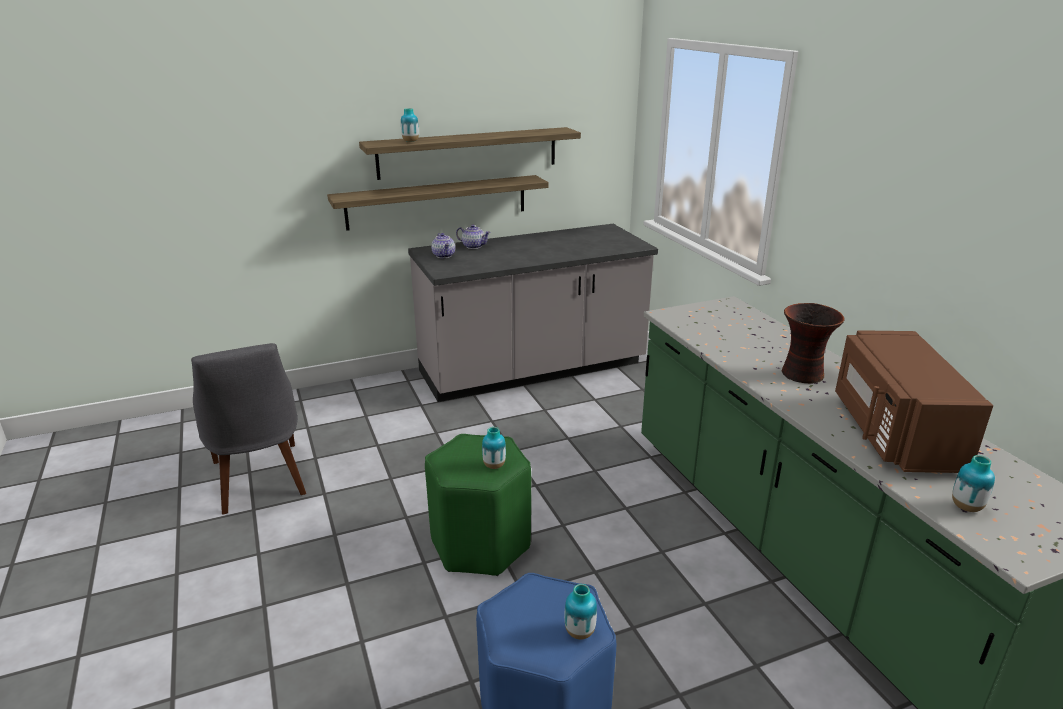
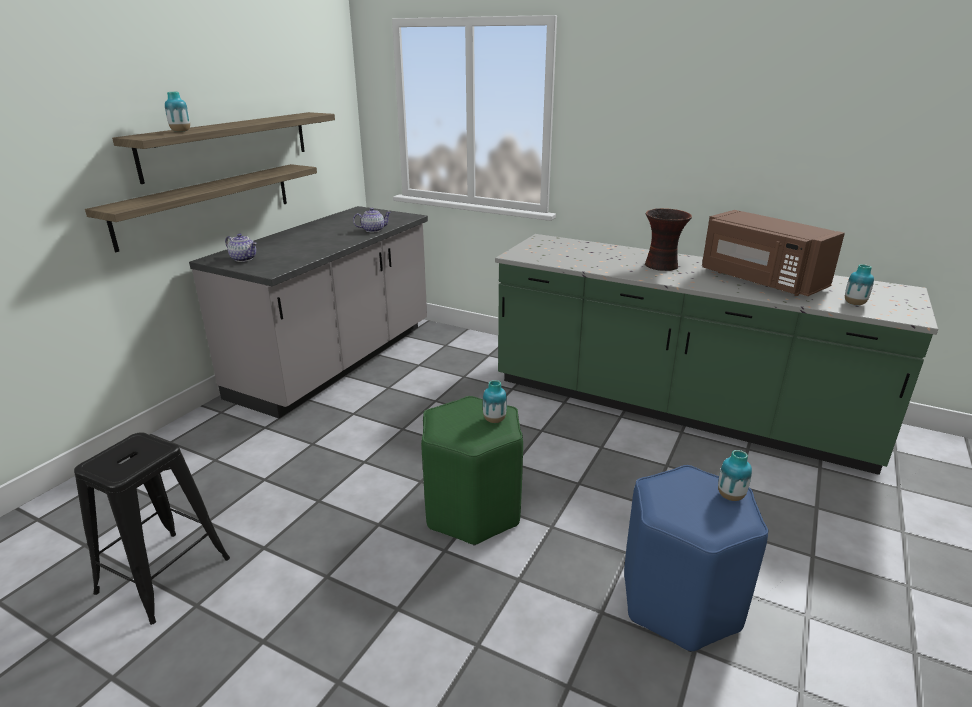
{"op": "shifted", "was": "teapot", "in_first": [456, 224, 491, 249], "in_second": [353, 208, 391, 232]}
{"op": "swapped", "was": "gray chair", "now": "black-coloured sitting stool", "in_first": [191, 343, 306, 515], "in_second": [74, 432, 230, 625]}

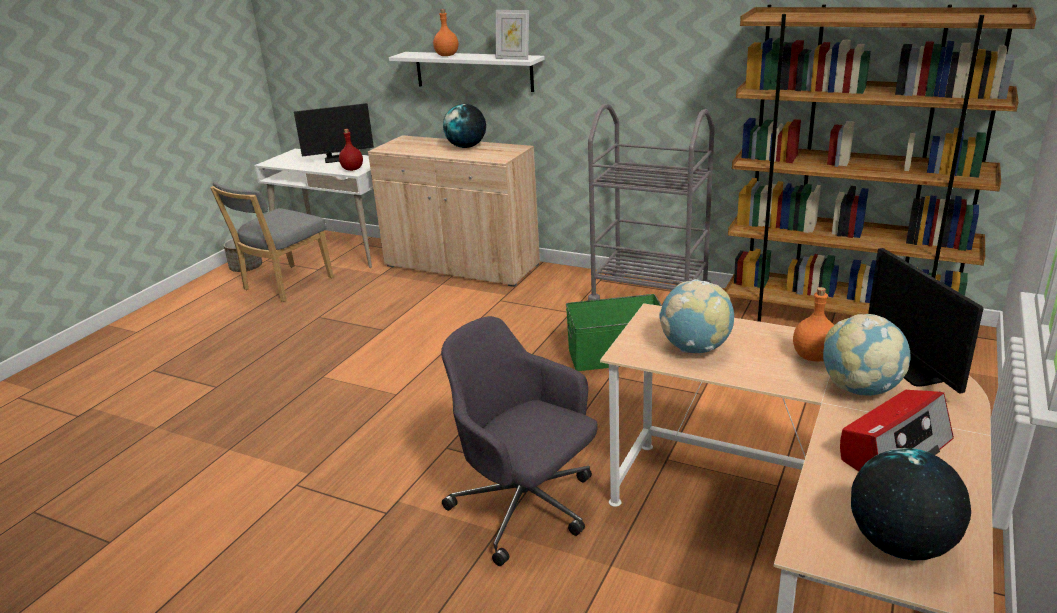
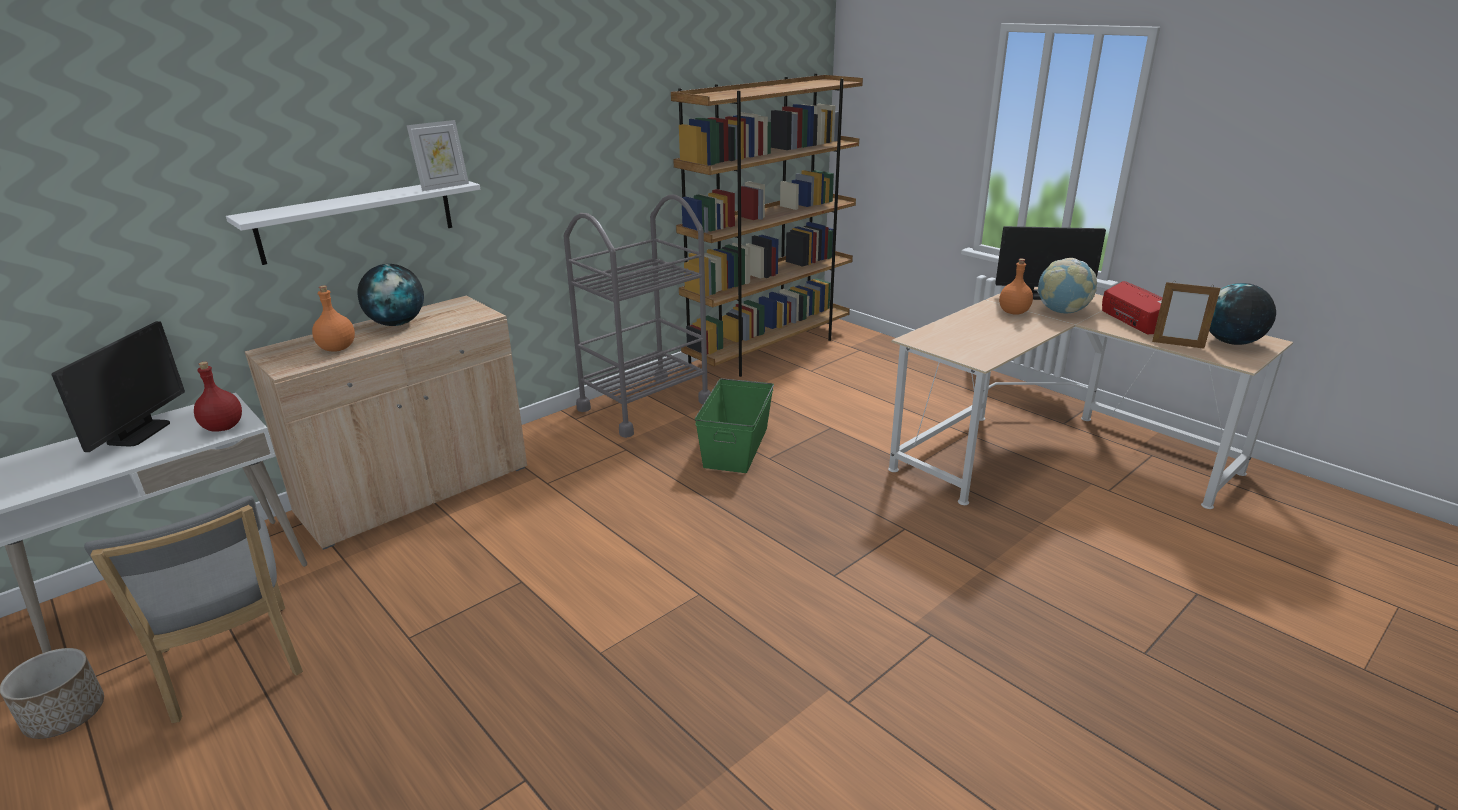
{"op": "gone", "was": "gray office chair", "in_first": [441, 316, 598, 566]}
{"op": "gone", "was": "world globe", "in_first": [659, 279, 734, 353]}
{"op": "new", "now": "picture frame", "in_second": [1152, 281, 1221, 349]}
{"op": "shifted", "was": "orange bottle", "in_first": [433, 9, 458, 56], "in_second": [312, 286, 355, 352]}

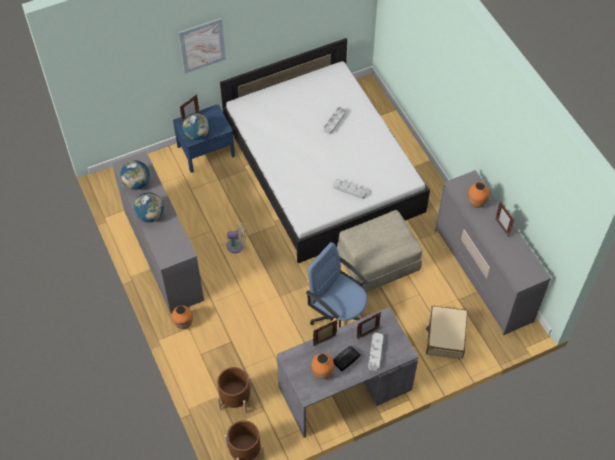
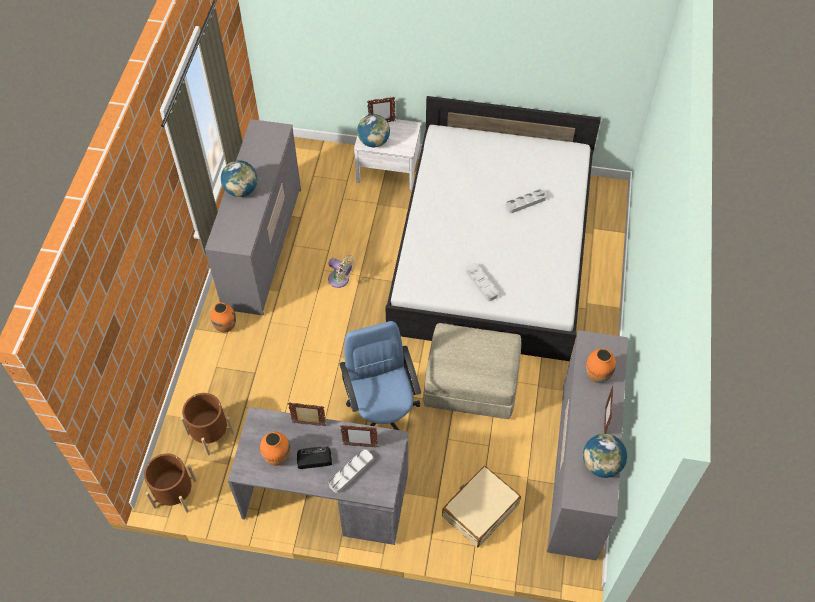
{"op": "gone", "was": "picture", "in_first": [178, 18, 226, 73]}
{"op": "shifted", "was": "world globe", "in_first": [120, 160, 150, 190], "in_second": [583, 434, 627, 478]}
{"op": "repainted", "was": "blue night table", "now": "white-coloured night table", "in_first": [173, 104, 235, 173], "in_second": [354, 115, 421, 190]}

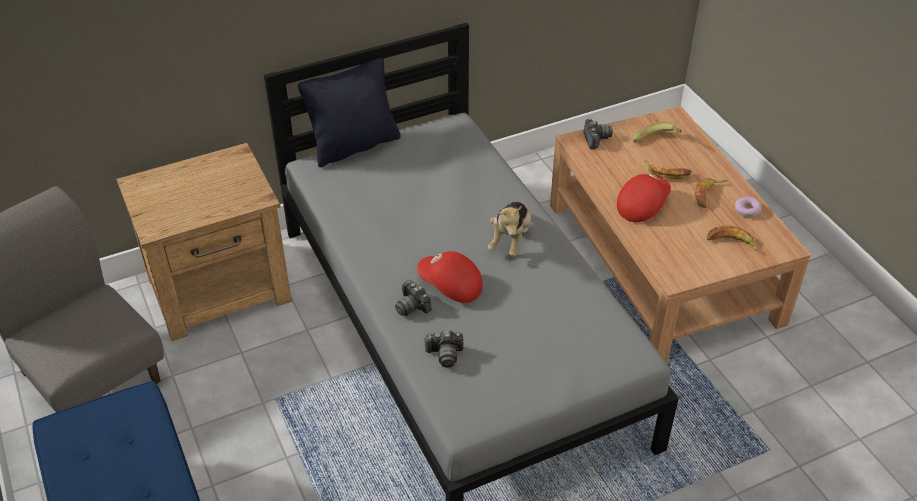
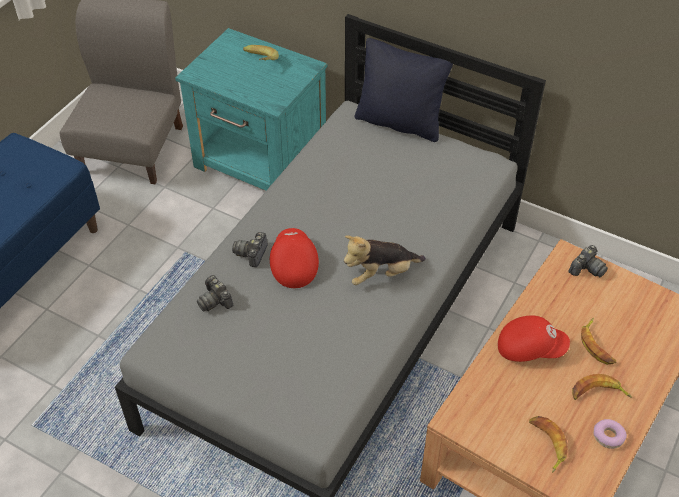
{"op": "shifted", "was": "banana fruit", "in_first": [633, 122, 682, 143], "in_second": [243, 45, 279, 61]}
{"op": "repainted", "was": "brown-coloured night table", "now": "turquoise night table", "in_first": [116, 143, 292, 341], "in_second": [175, 28, 328, 191]}

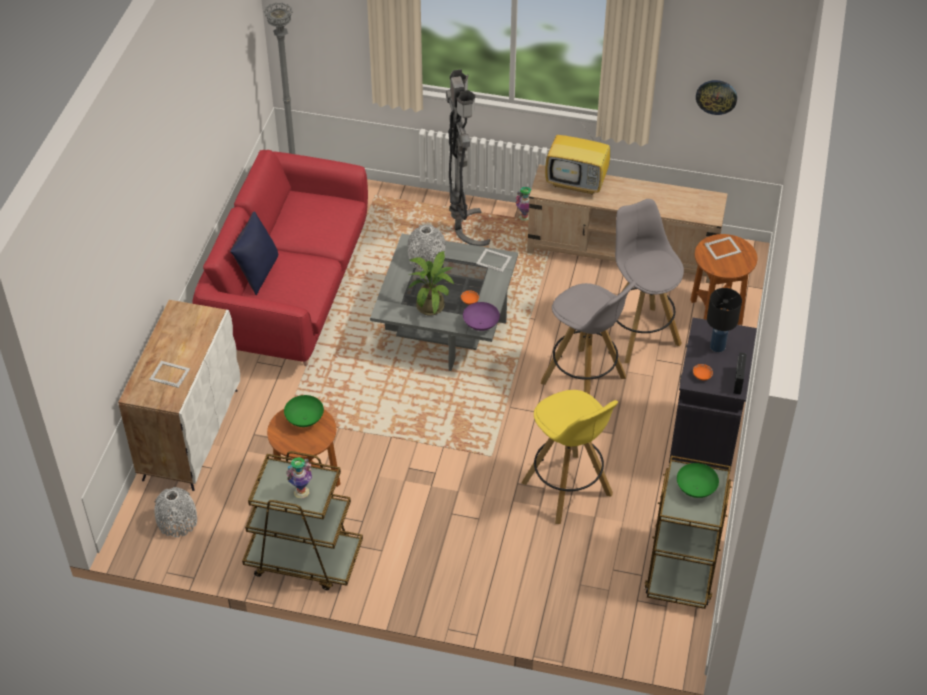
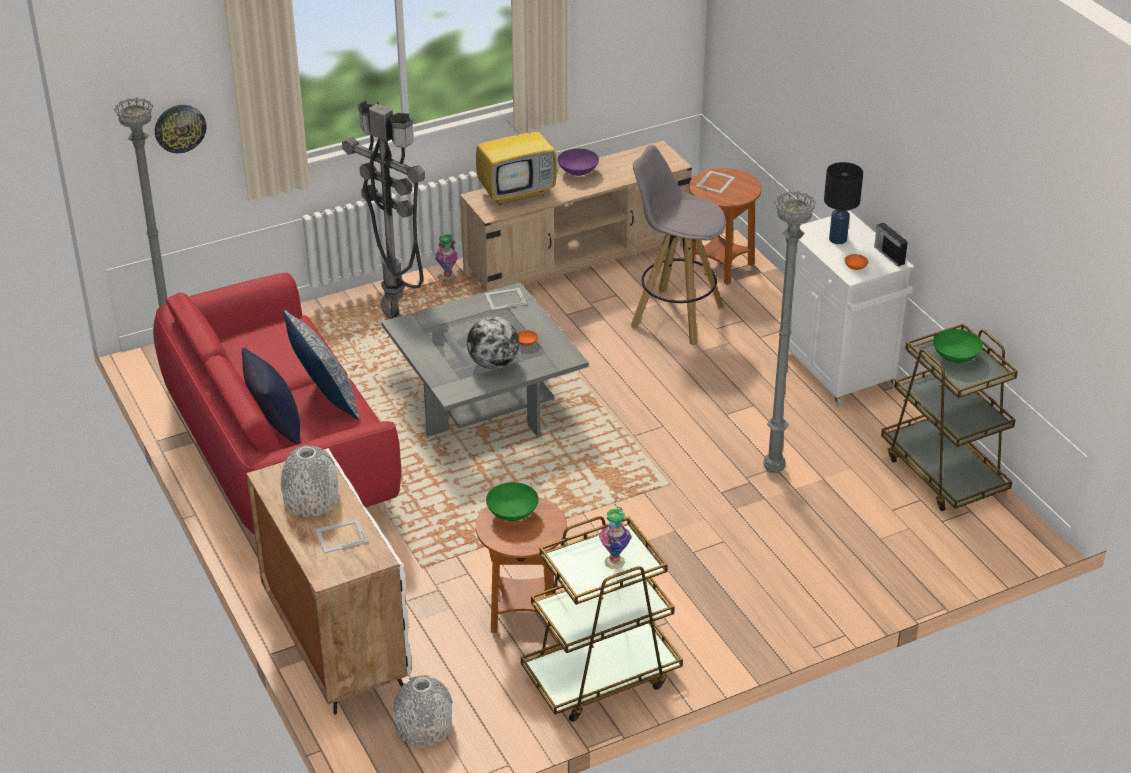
{"op": "gone", "was": "gray sitting stool", "in_first": [541, 281, 636, 395]}
{"op": "new", "now": "pillow", "in_second": [283, 310, 359, 420]}
{"op": "shifted", "was": "gray vase", "in_first": [407, 225, 446, 271], "in_second": [281, 445, 338, 517]}
{"op": "shifted", "was": "purple-coloured deep dish", "in_first": [463, 302, 500, 331], "in_second": [558, 149, 599, 176]}
{"op": "shifted", "was": "clock on the wall", "in_first": [696, 80, 737, 115], "in_second": [155, 105, 206, 153]}
{"op": "swapped", "was": "houseplant", "now": "world globe", "in_first": [407, 251, 454, 316], "in_second": [467, 316, 520, 369]}
{"op": "swapped", "was": "yellowish sitting stool", "now": "gray standard lamp", "in_first": [522, 390, 618, 524], "in_second": [763, 191, 816, 473]}
{"op": "repainted", "was": "black-coloured cupboard", "now": "white-coloured cupboard", "in_first": [669, 318, 757, 470], "in_second": [789, 211, 914, 406]}

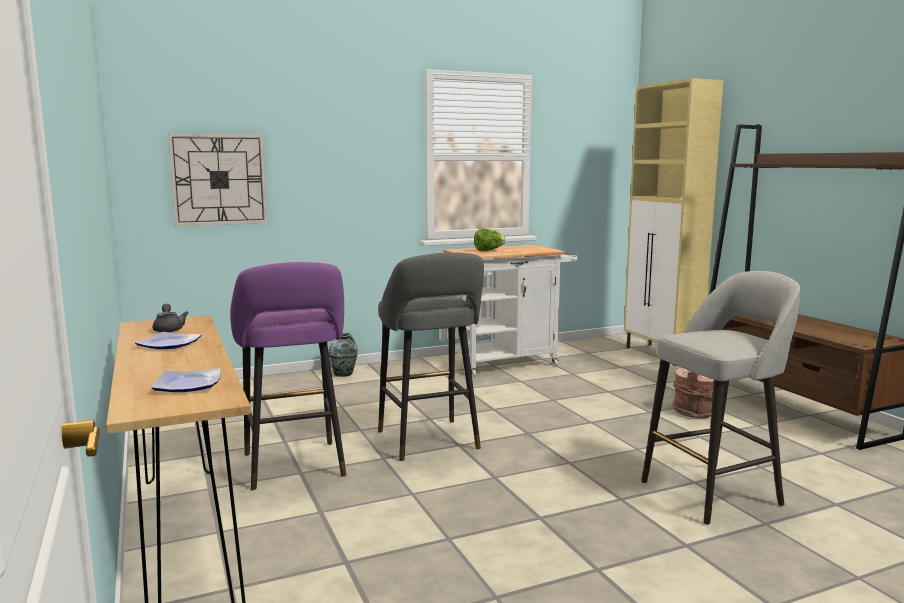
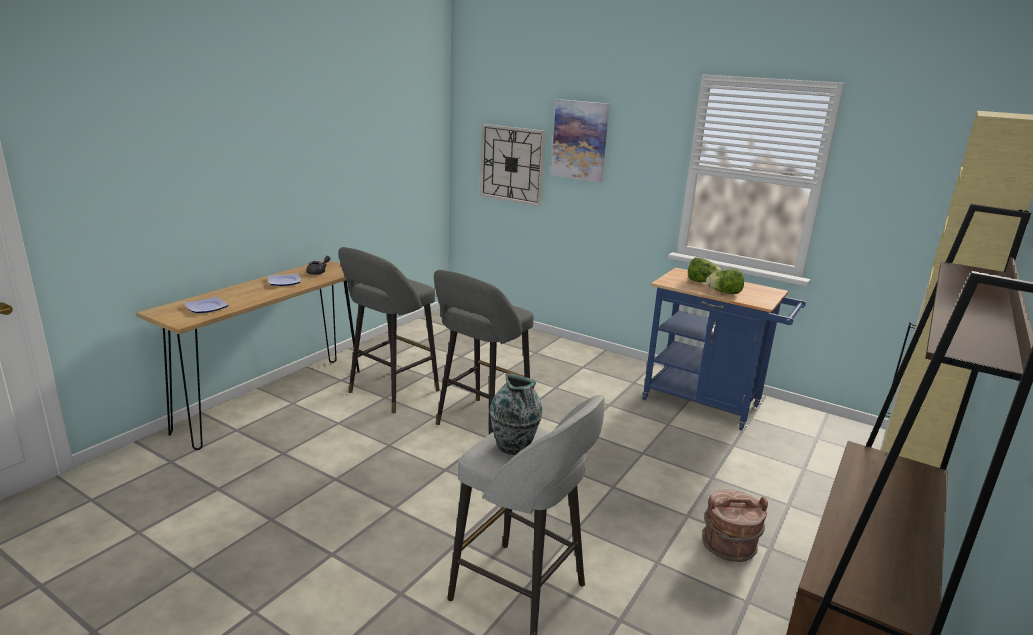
{"op": "new", "now": "picture", "in_second": [551, 99, 609, 183]}
{"op": "new", "now": "lettuce", "in_second": [706, 268, 744, 294]}
{"op": "shifted", "was": "vase", "in_first": [328, 333, 358, 377], "in_second": [489, 373, 543, 455]}
{"op": "repainted", "was": "purple-coloured sitting stool", "now": "gray sitting stool", "in_first": [230, 262, 346, 490], "in_second": [338, 247, 440, 413]}
{"op": "repainted", "was": "white-coloured cart", "now": "blue cart", "in_first": [443, 245, 577, 377], "in_second": [643, 268, 806, 430]}

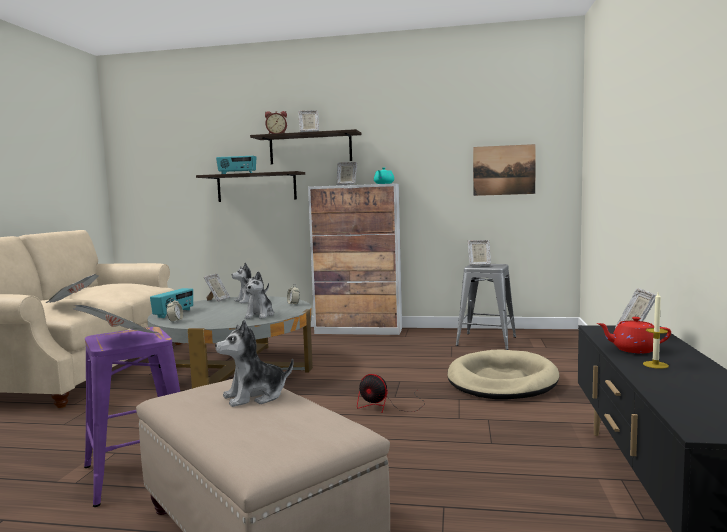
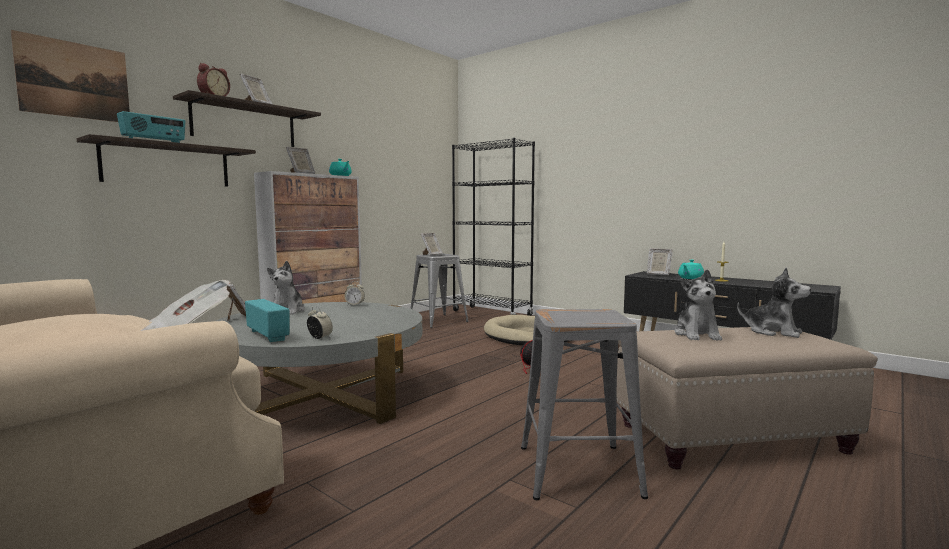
{"op": "gone", "was": "printed paper", "in_first": [73, 305, 159, 333]}
{"op": "new", "now": "black-coloured bookshelf", "in_second": [452, 138, 535, 316]}
{"op": "shifted", "was": "soft toy", "in_first": [242, 271, 274, 319], "in_second": [737, 267, 811, 338]}
{"op": "shifted", "was": "picture", "in_first": [473, 144, 536, 196], "in_second": [11, 30, 130, 122]}
{"op": "repainted", "was": "purple-coloured sitting stool", "now": "gray sitting stool", "in_first": [84, 327, 180, 507], "in_second": [521, 309, 648, 500]}
{"op": "repainted", "was": "red teapot", "now": "turquoise teapot", "in_first": [597, 317, 671, 353], "in_second": [678, 260, 704, 279]}

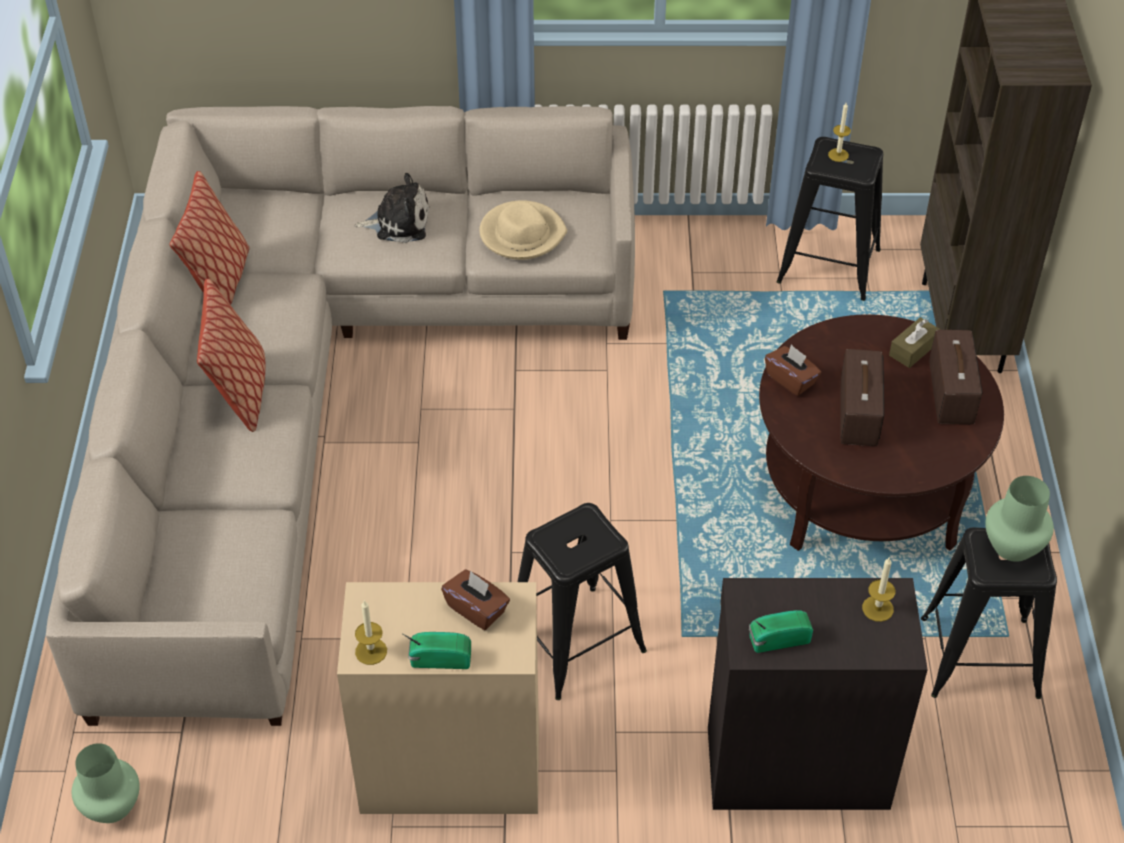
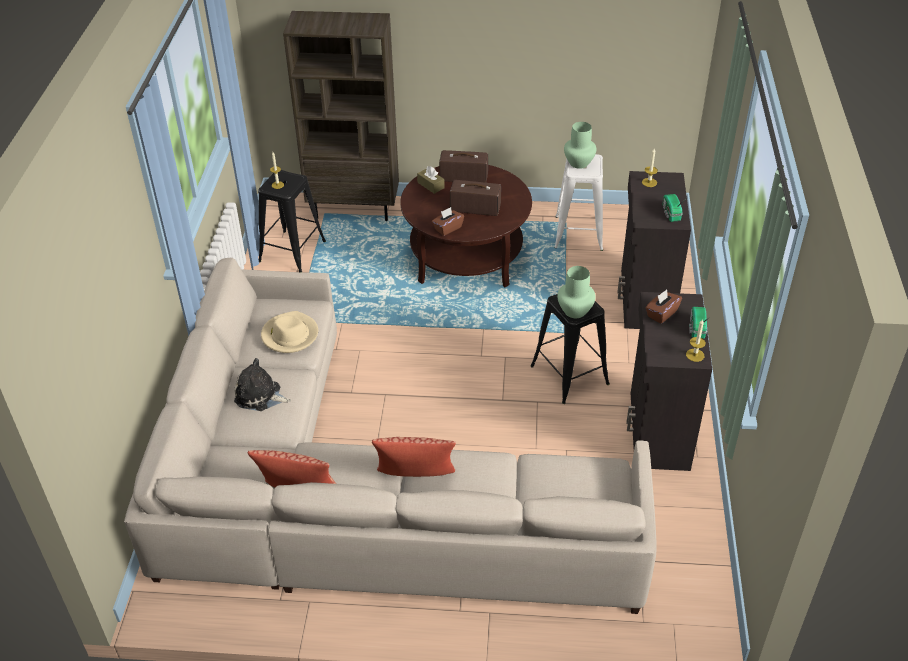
{"op": "shifted", "was": "green vase", "in_first": [72, 743, 140, 823], "in_second": [557, 266, 596, 318]}
{"op": "repainted", "was": "beige-coloured cupboard", "now": "black-coloured cupboard", "in_first": [337, 582, 539, 814], "in_second": [626, 292, 712, 471]}
{"op": "repainted", "was": "black-coloured sitting stool", "now": "white-coloured sitting stool", "in_first": [921, 527, 1057, 699], "in_second": [554, 154, 603, 251]}
{"op": "rotated", "was": "soft toy", "in_first": [355, 173, 429, 243], "in_second": [234, 358, 291, 411], "clockwise": -75}

